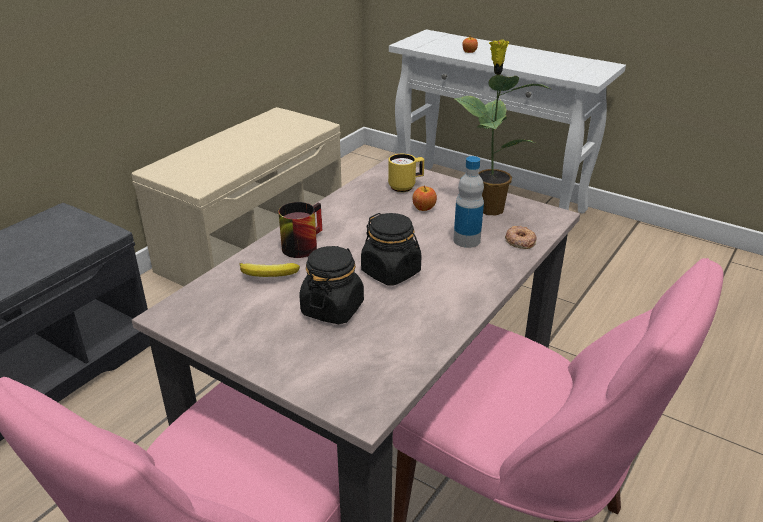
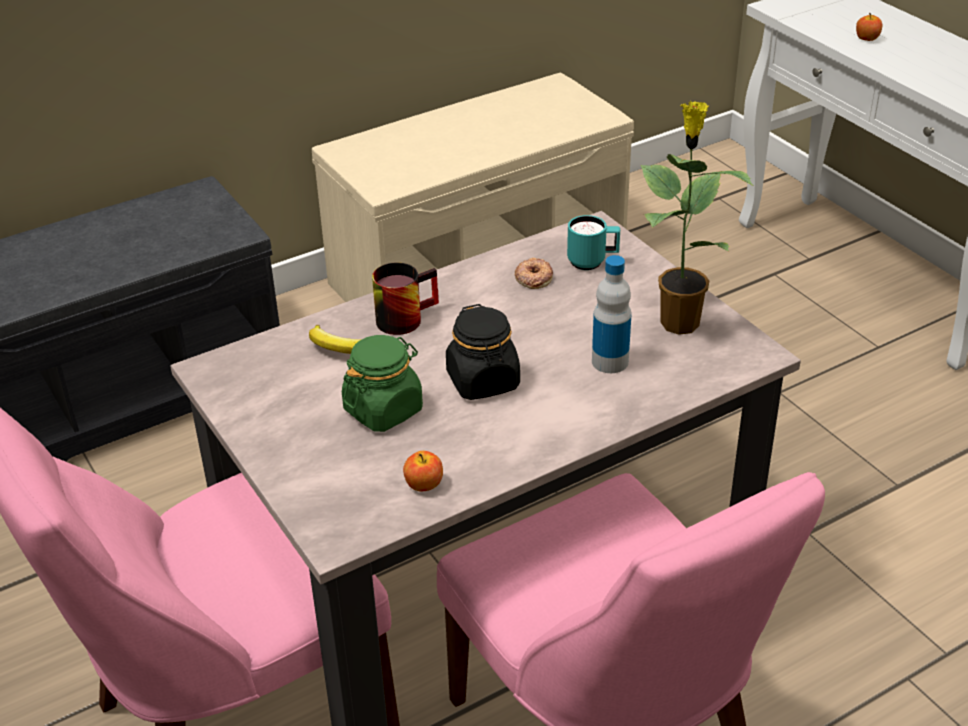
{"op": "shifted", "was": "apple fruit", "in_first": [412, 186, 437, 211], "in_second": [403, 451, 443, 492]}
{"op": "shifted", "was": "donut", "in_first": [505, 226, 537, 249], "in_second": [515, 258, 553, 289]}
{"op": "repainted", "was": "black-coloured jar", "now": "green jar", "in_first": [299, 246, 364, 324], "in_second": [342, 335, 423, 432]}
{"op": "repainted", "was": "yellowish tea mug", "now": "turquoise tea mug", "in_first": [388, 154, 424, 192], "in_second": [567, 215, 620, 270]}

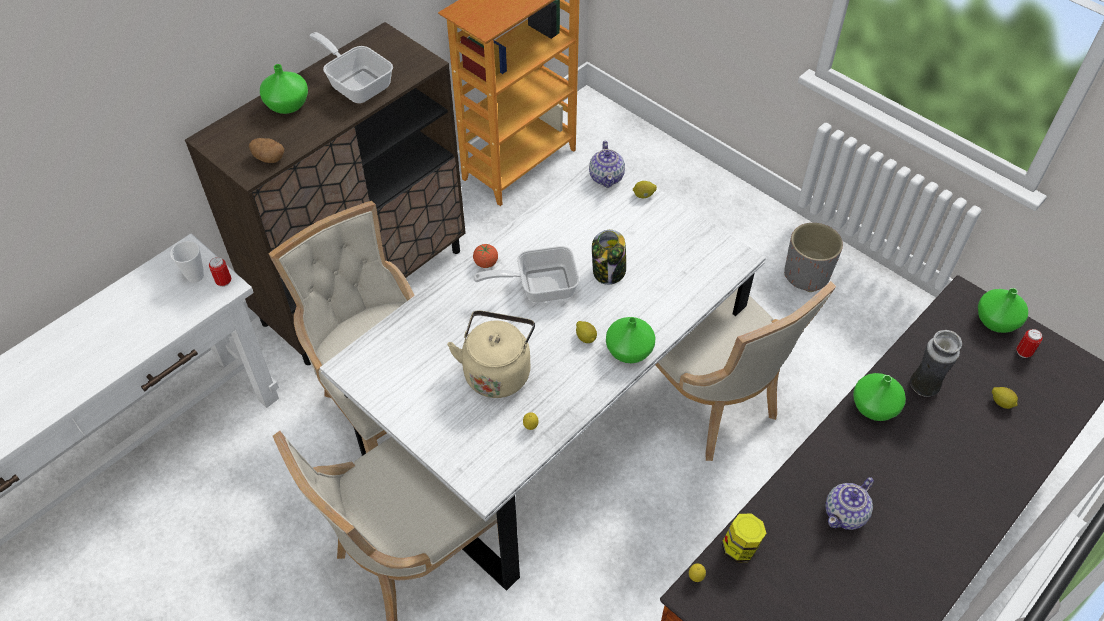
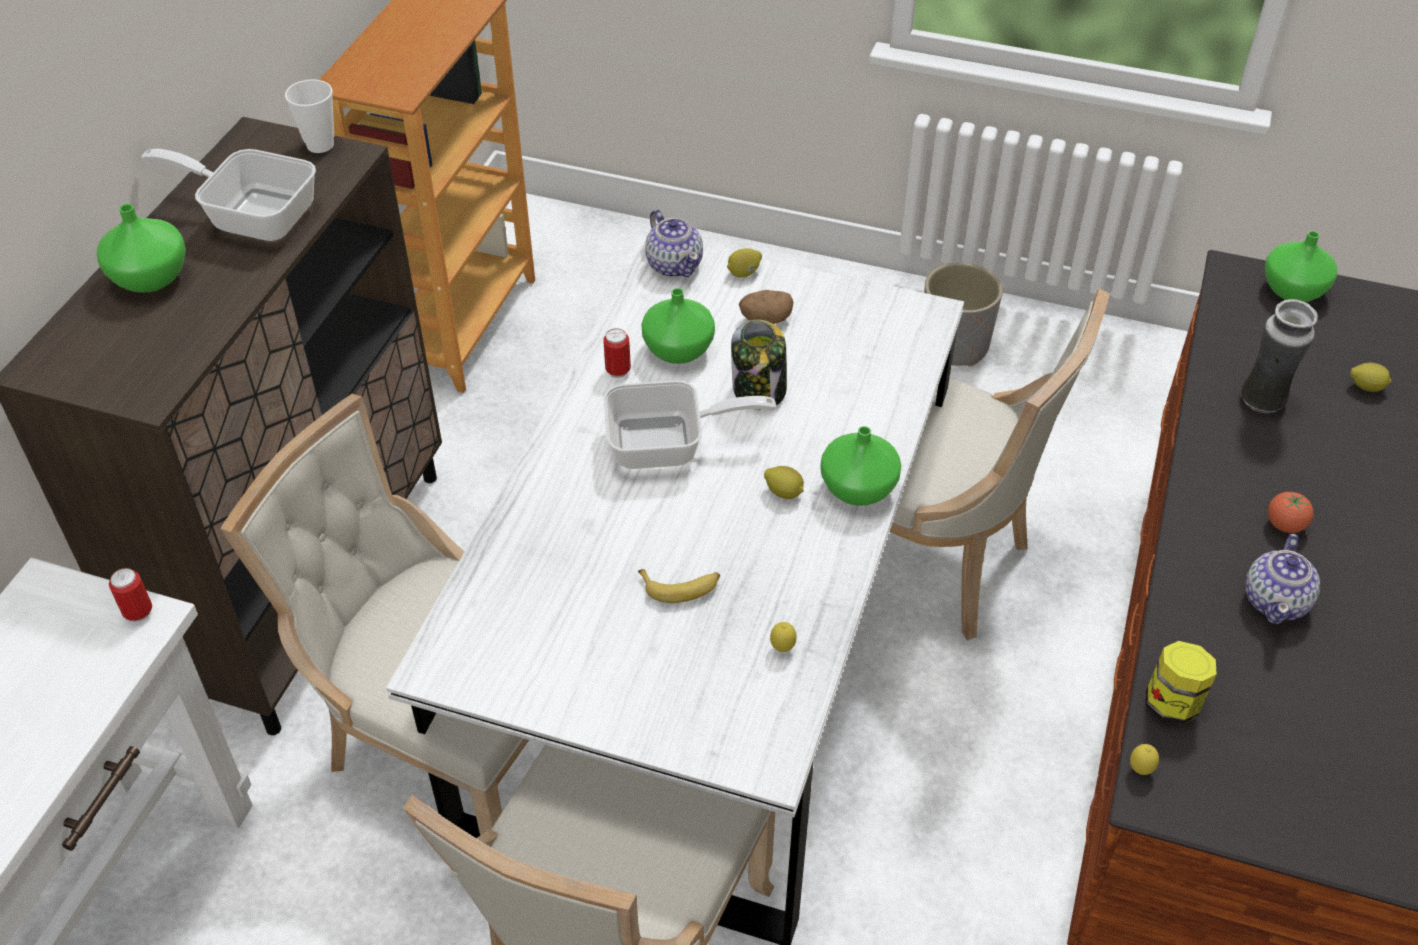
{"op": "shifted", "was": "small cup", "in_first": [170, 241, 204, 283], "in_second": [285, 79, 334, 153]}
{"op": "shifted", "was": "whole potato", "in_first": [249, 138, 284, 163], "in_second": [739, 290, 793, 324]}
{"op": "shifted", "was": "tomato", "in_first": [473, 244, 498, 268], "in_second": [1268, 491, 1314, 533]}
{"op": "shifted", "was": "green vase", "in_first": [853, 373, 906, 421], "in_second": [641, 288, 715, 364]}
{"op": "shifted", "was": "metal can", "in_first": [1016, 329, 1043, 358], "in_second": [603, 328, 631, 378]}
{"op": "swapped", "was": "beige-coloured water kettle", "now": "banana fruit", "in_first": [447, 310, 535, 398], "in_second": [638, 569, 720, 603]}
{"op": "rotated", "was": "skillet", "in_first": [473, 246, 579, 303], "in_second": [604, 380, 776, 469], "clockwise": -150}

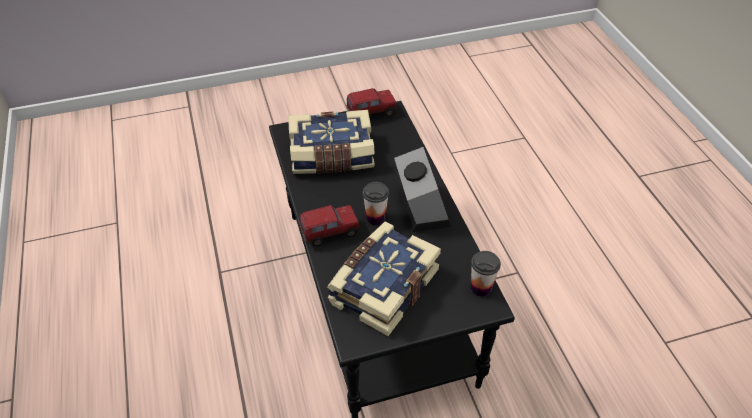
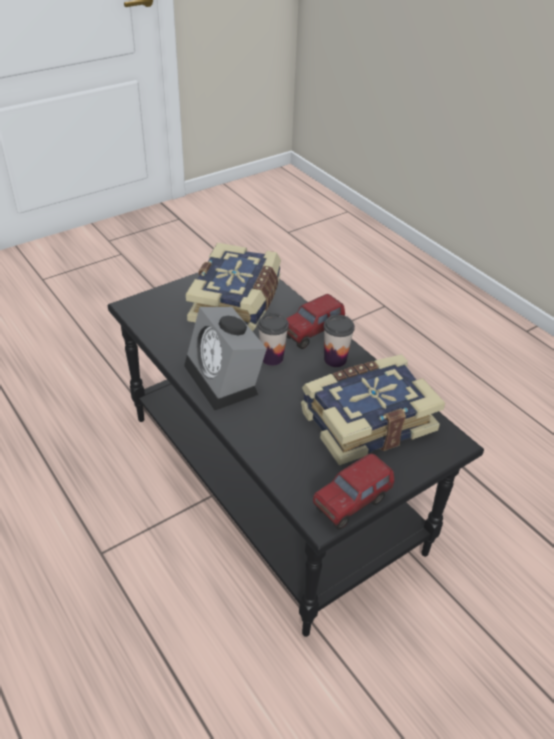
{"op": "shifted", "was": "small cup", "in_first": [471, 251, 501, 297], "in_second": [324, 315, 355, 367]}

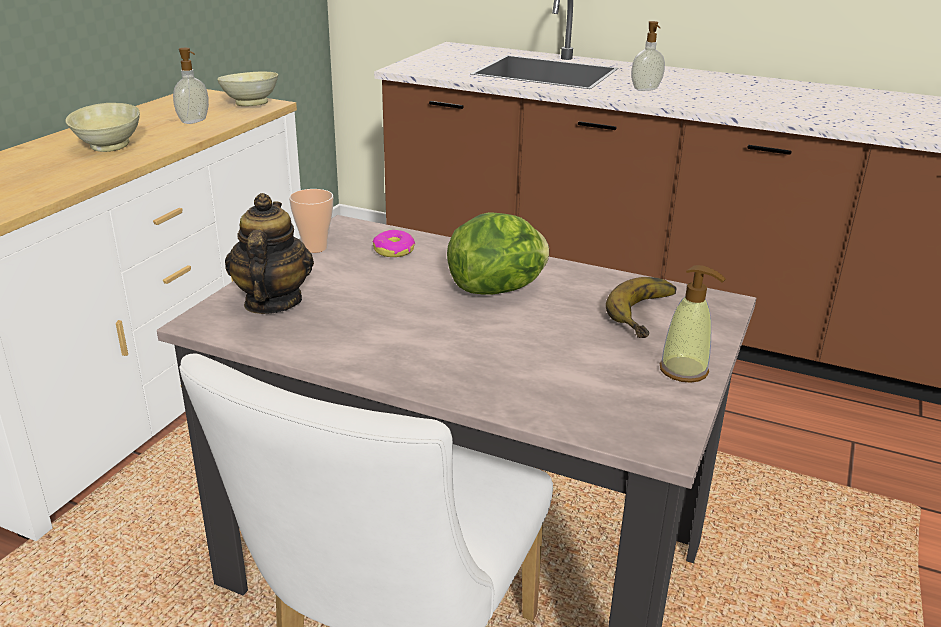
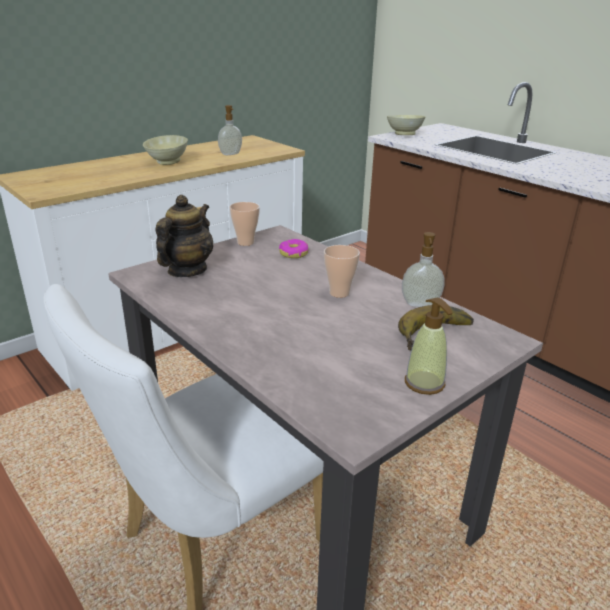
{"op": "shifted", "was": "beige-coloured deep dish", "in_first": [217, 72, 278, 106], "in_second": [387, 115, 426, 135]}
{"op": "shifted", "was": "soap bottle", "in_first": [631, 21, 665, 91], "in_second": [402, 232, 444, 307]}
{"op": "swapped", "was": "lettuce", "now": "small cup", "in_first": [447, 212, 549, 295], "in_second": [324, 245, 360, 298]}

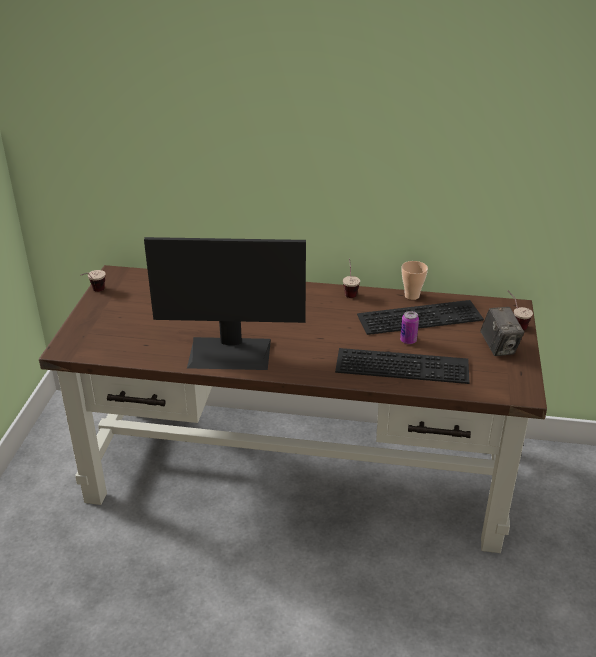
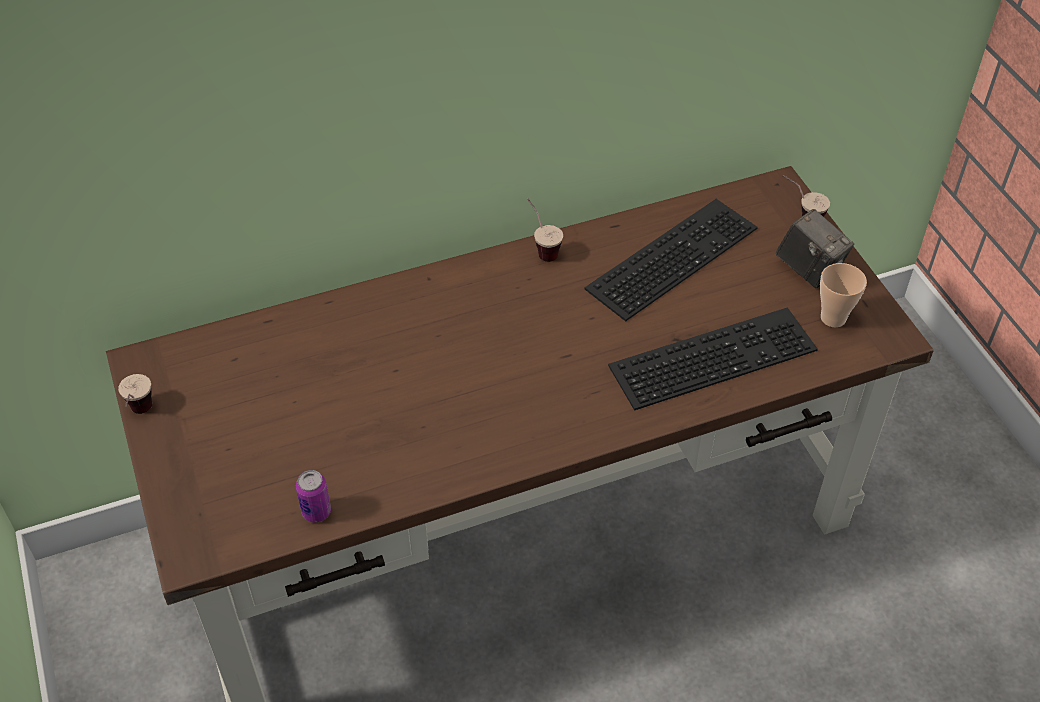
{"op": "gone", "was": "monitor", "in_first": [144, 237, 306, 370]}
{"op": "shifted", "was": "metal can", "in_first": [400, 311, 419, 344], "in_second": [296, 470, 331, 523]}
{"op": "shifted", "was": "small cup", "in_first": [402, 261, 428, 300], "in_second": [820, 263, 867, 327]}

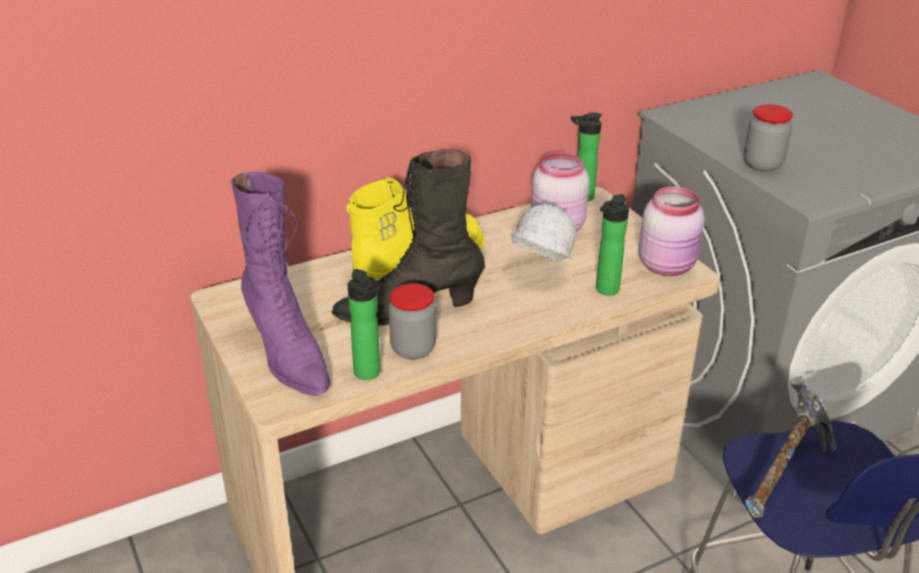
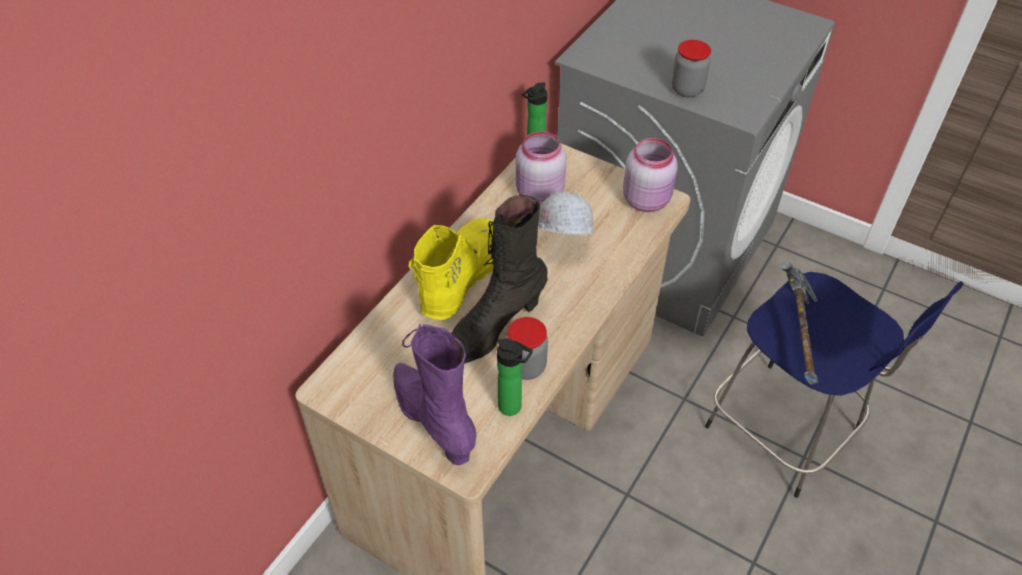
{"op": "gone", "was": "bottle", "in_first": [596, 194, 629, 296]}
{"op": "rotated", "was": "purple-coloured high-top boot", "in_first": [231, 172, 330, 396], "in_second": [393, 324, 477, 465], "clockwise": -150}

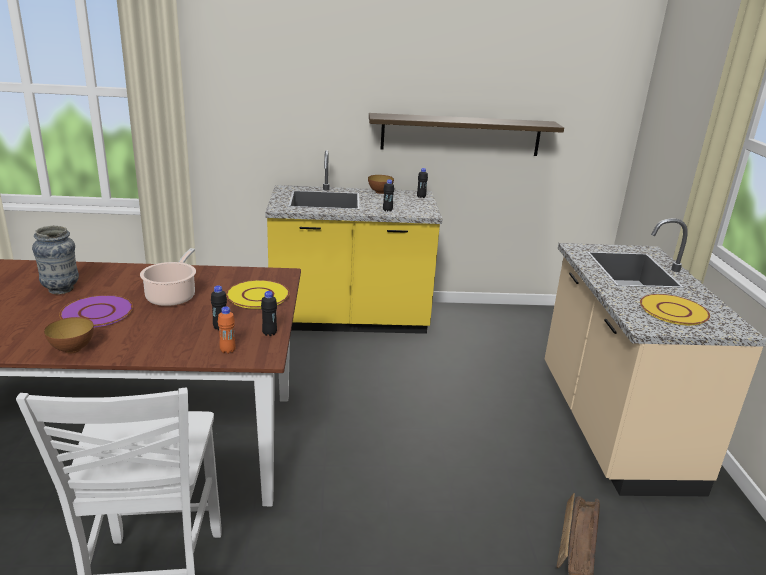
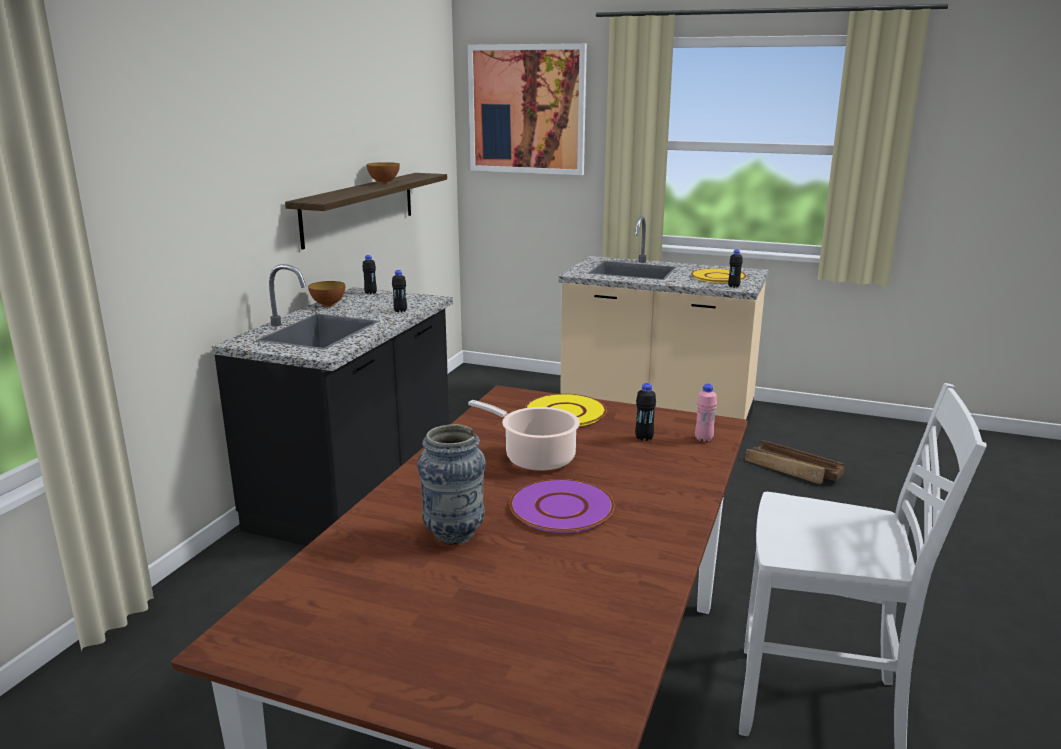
{"op": "new", "now": "picture", "in_second": [468, 43, 587, 175]}
{"op": "shifted", "was": "deep dish", "in_first": [44, 317, 94, 354], "in_second": [366, 162, 400, 184]}
{"op": "shifted", "was": "black-coloured bottle", "in_first": [261, 291, 277, 336], "in_second": [728, 249, 743, 288]}
{"op": "repainted", "was": "orange bottle", "now": "pinkish bottle", "in_first": [218, 306, 236, 354], "in_second": [695, 384, 717, 442]}
{"op": "repainted", "was": "yellowish kitchen base unit", "now": "black-coloured kitchen base unit", "in_first": [265, 150, 442, 334], "in_second": [212, 264, 453, 546]}

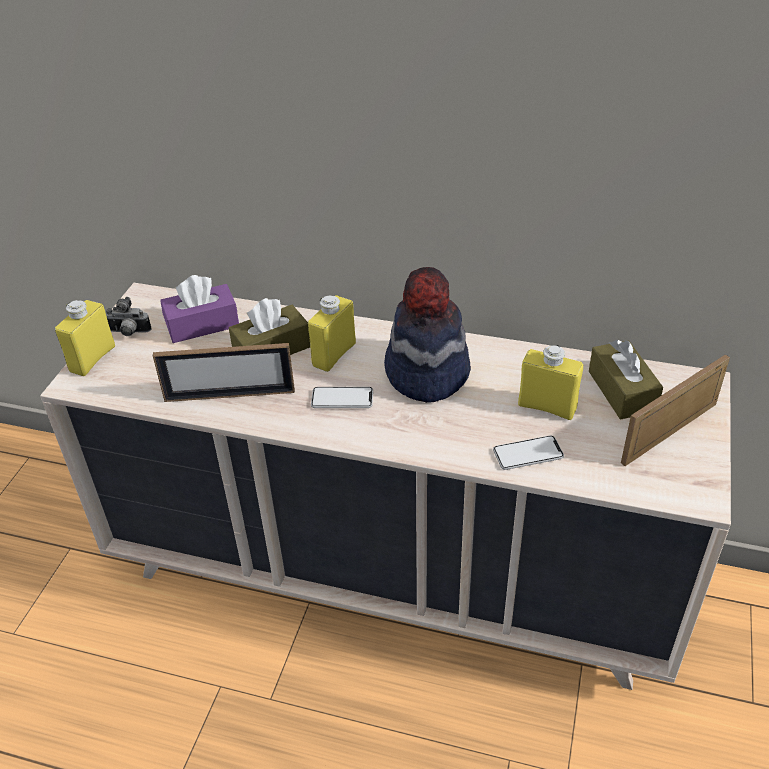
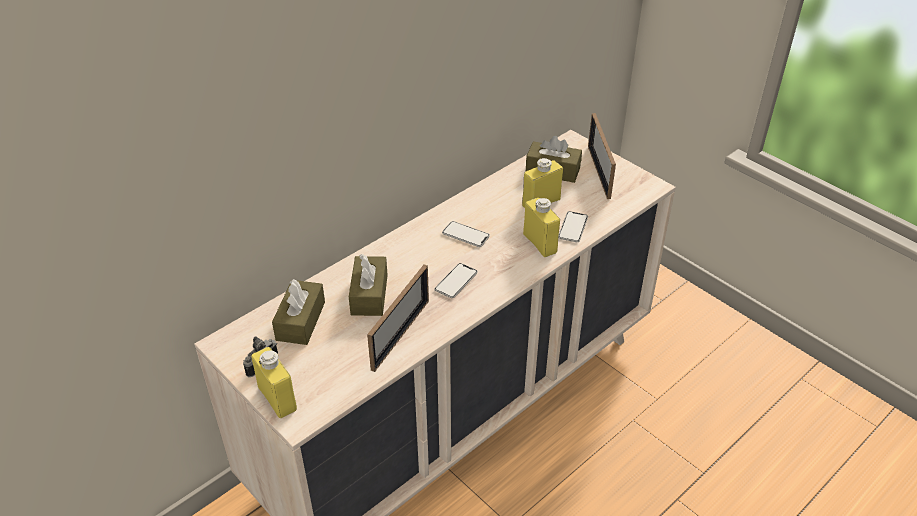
{"op": "shifted", "was": "yellowish bottle", "in_first": [308, 295, 356, 372], "in_second": [523, 198, 560, 257]}
{"op": "swapped", "was": "clothing hat", "now": "telephone", "in_first": [384, 267, 471, 403], "in_second": [442, 221, 490, 247]}
{"op": "repainted", "was": "purple-coloured tissue box", "now": "brown-coloured tissue box", "in_first": [160, 275, 239, 343], "in_second": [272, 279, 325, 345]}

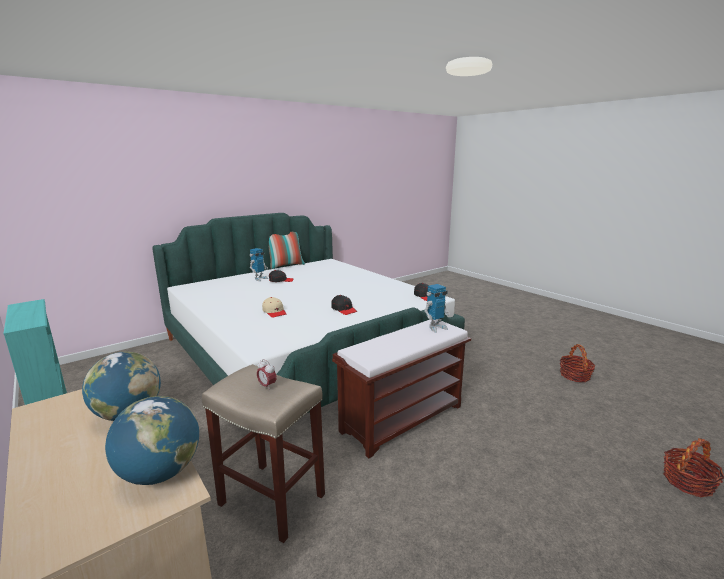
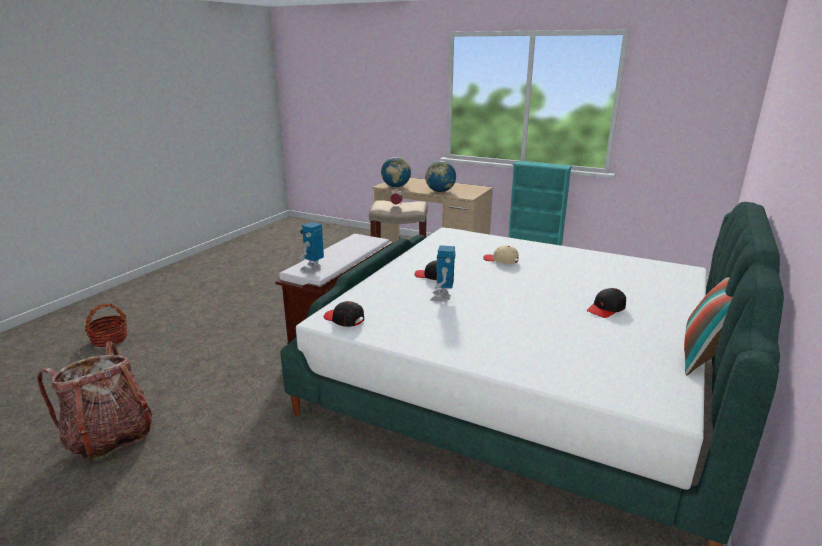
{"op": "shifted", "was": "model robot", "in_first": [250, 248, 268, 281], "in_second": [430, 245, 455, 301]}
{"op": "swapped", "was": "storage basket", "now": "backpack", "in_first": [560, 344, 596, 383], "in_second": [37, 342, 153, 462]}

